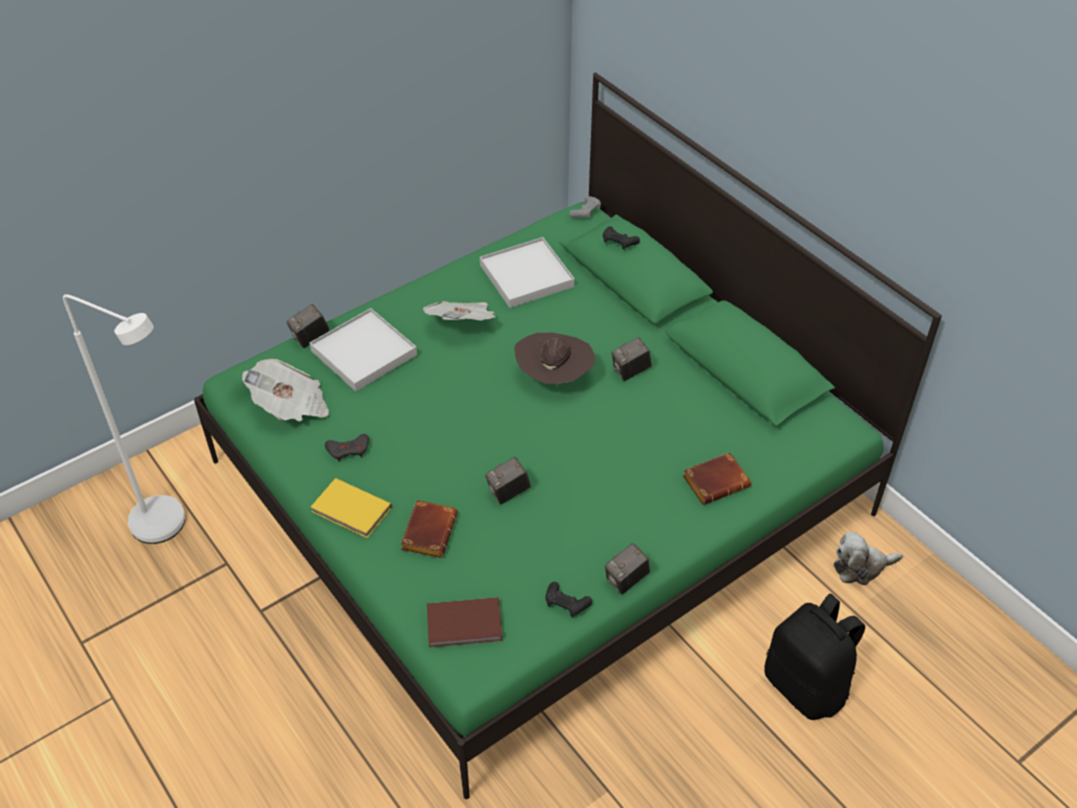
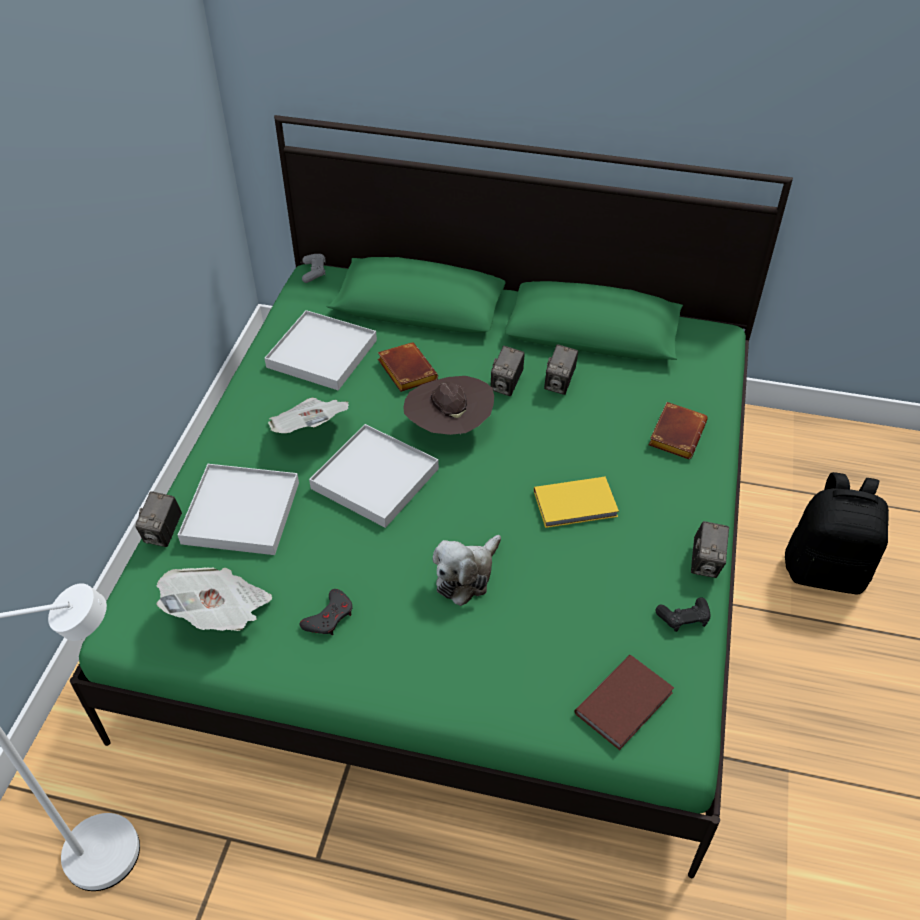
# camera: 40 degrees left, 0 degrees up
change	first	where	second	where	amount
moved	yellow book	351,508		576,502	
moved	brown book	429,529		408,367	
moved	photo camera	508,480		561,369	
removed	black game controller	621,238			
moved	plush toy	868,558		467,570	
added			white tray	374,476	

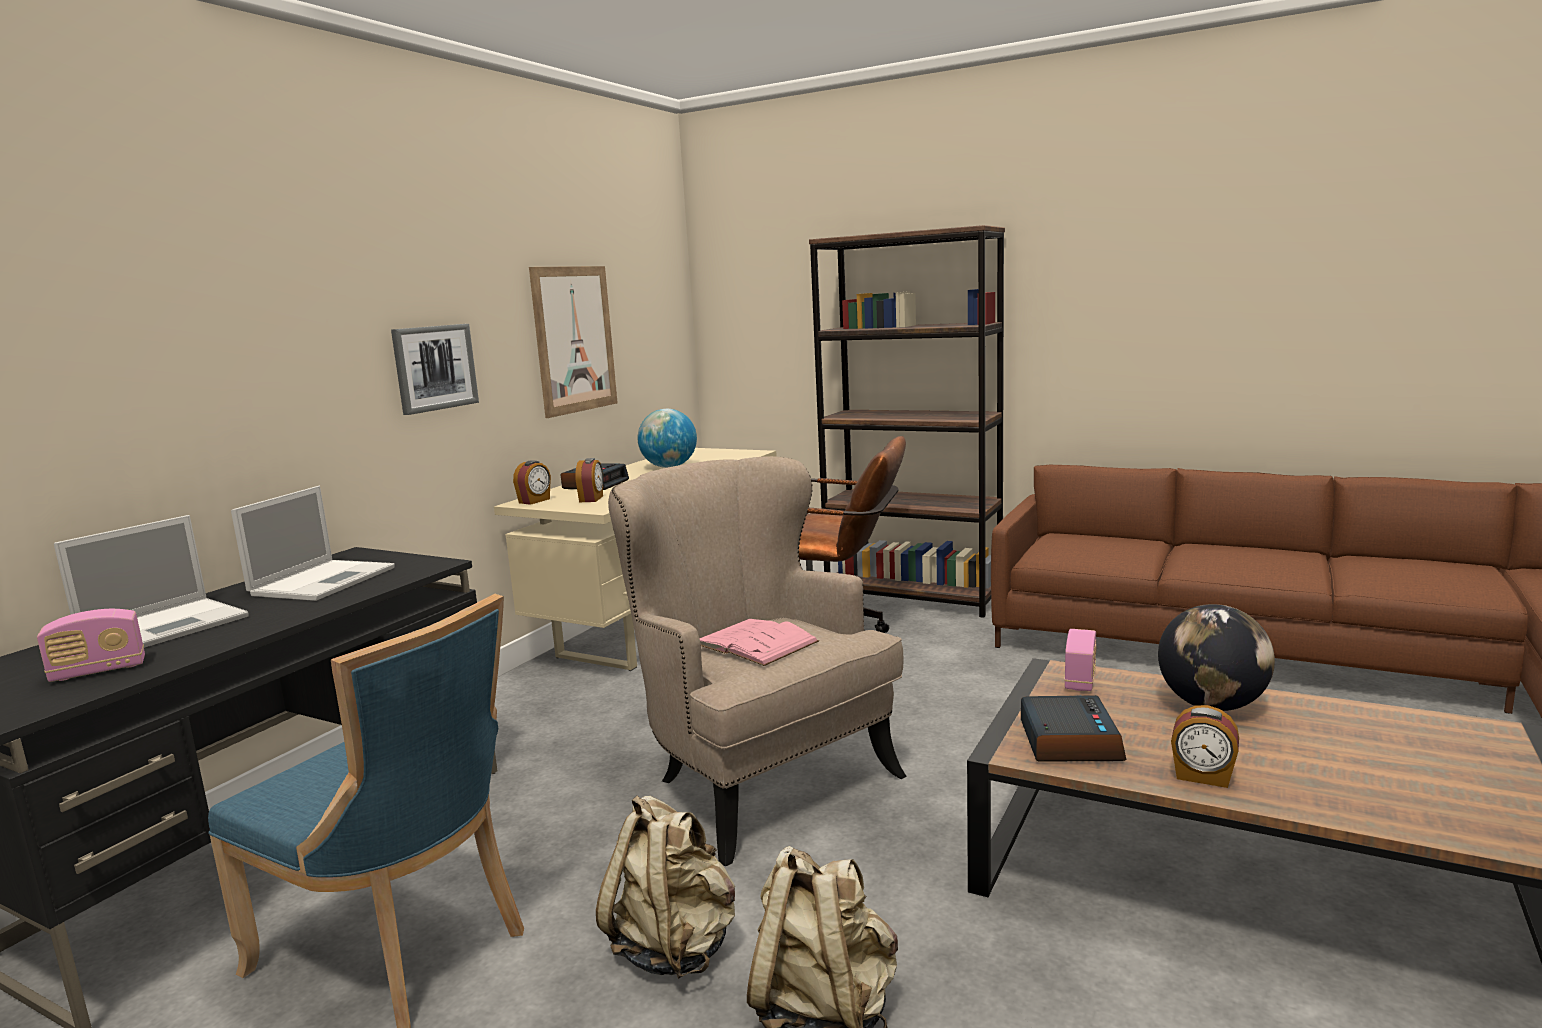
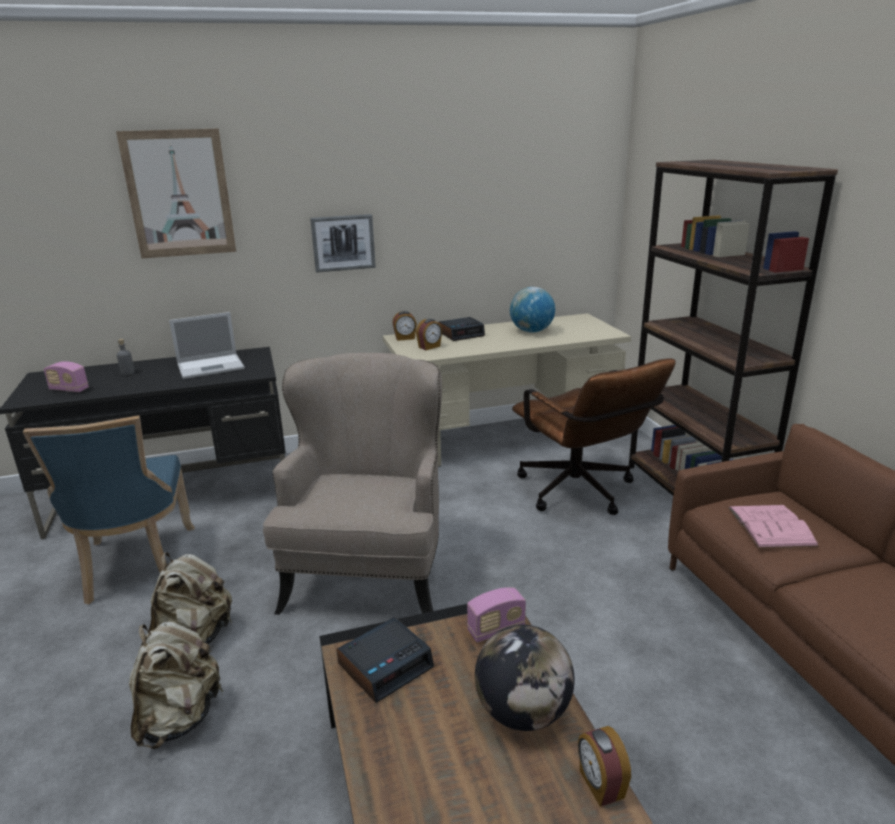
# camera: 45 degrees right, 10 degrees up
change	first	where	second	where	amount
replaced	laptop	151,581	grey bottle	126,357	
moved	picture	573,342		176,193	
moved	pink book	759,642		773,526	
moved	alarm clock	1205,746		604,766	

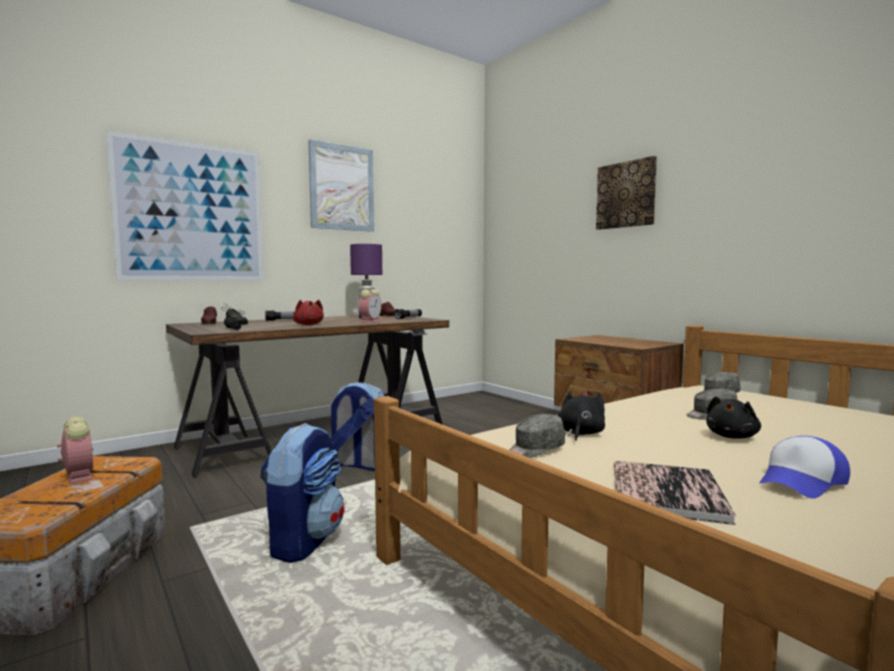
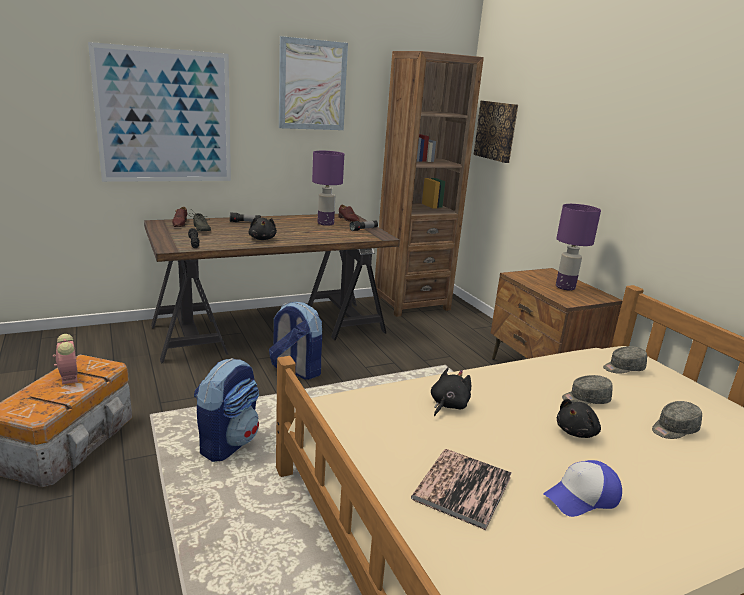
# camera: 10 degrees right, 15 degrees up
change	first	where	second	where	amount
recoloured	red plush toy	308,312	black plush toy	262,229	
removed	alarm clock	370,306			
moved	grey cap	537,436		677,420	
moved	picture	626,193		496,132	
added			brown bookcase	428,184	
added			purple table lamp	578,247	

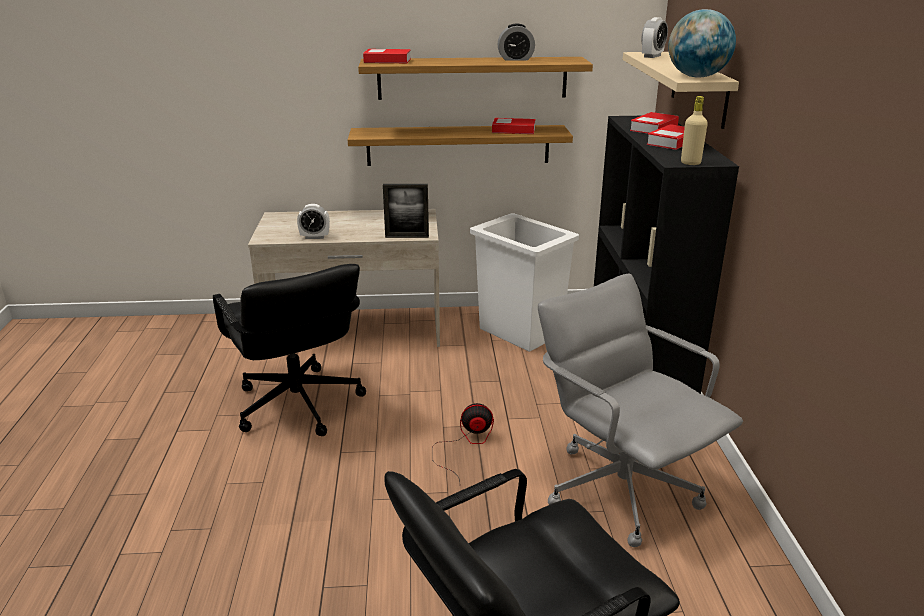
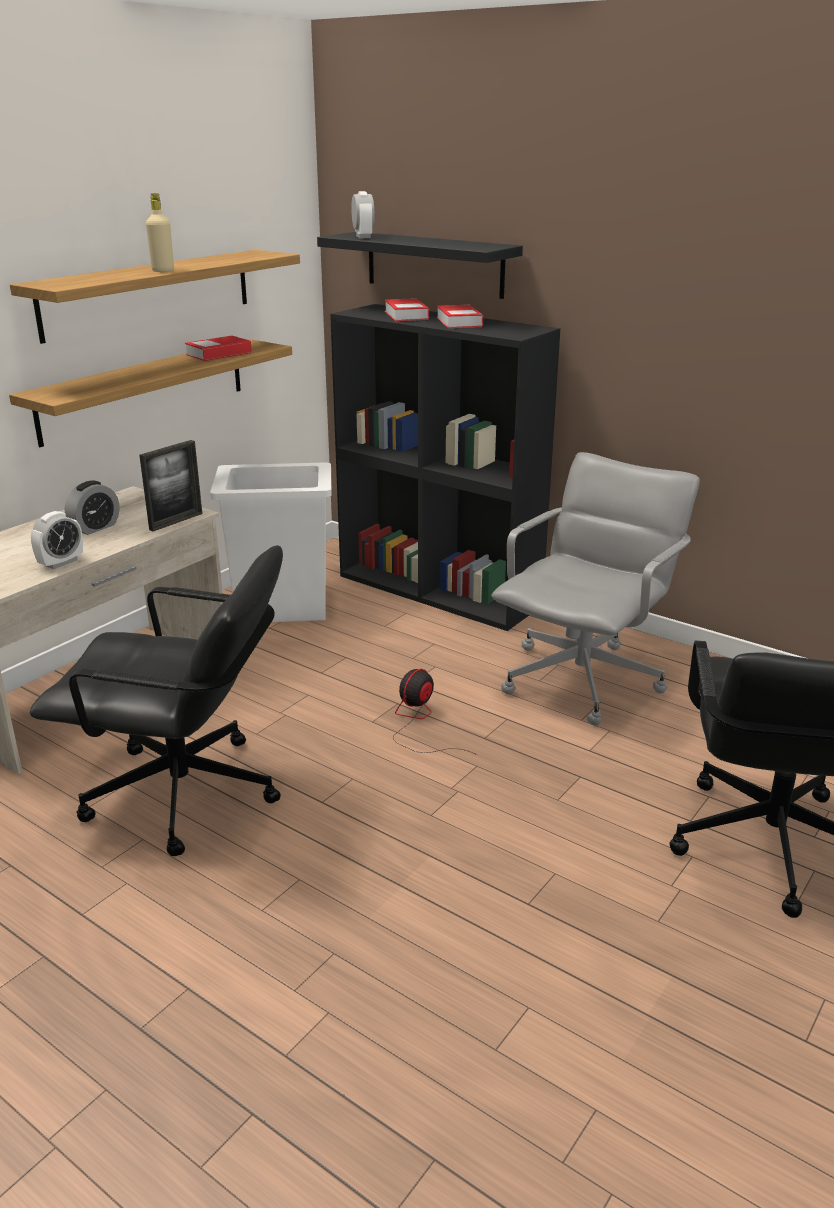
# camera: 50 degrees left, 0 degrees up
change	first	where	second	where	amount
removed	book	387,56			
moved	alarm clock	516,42		92,507	
turned	grey office chair	640,410		596,589	120 degrees clockwise
recoloured	beige shelf	681,90	black shelf	420,265	
removed	globe	702,43			
moved	beige bottle	694,130		160,232	

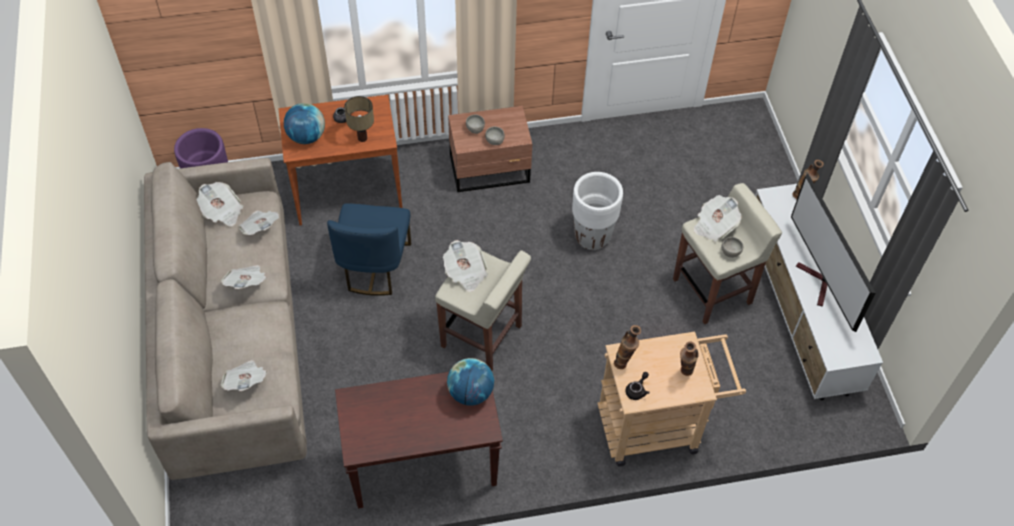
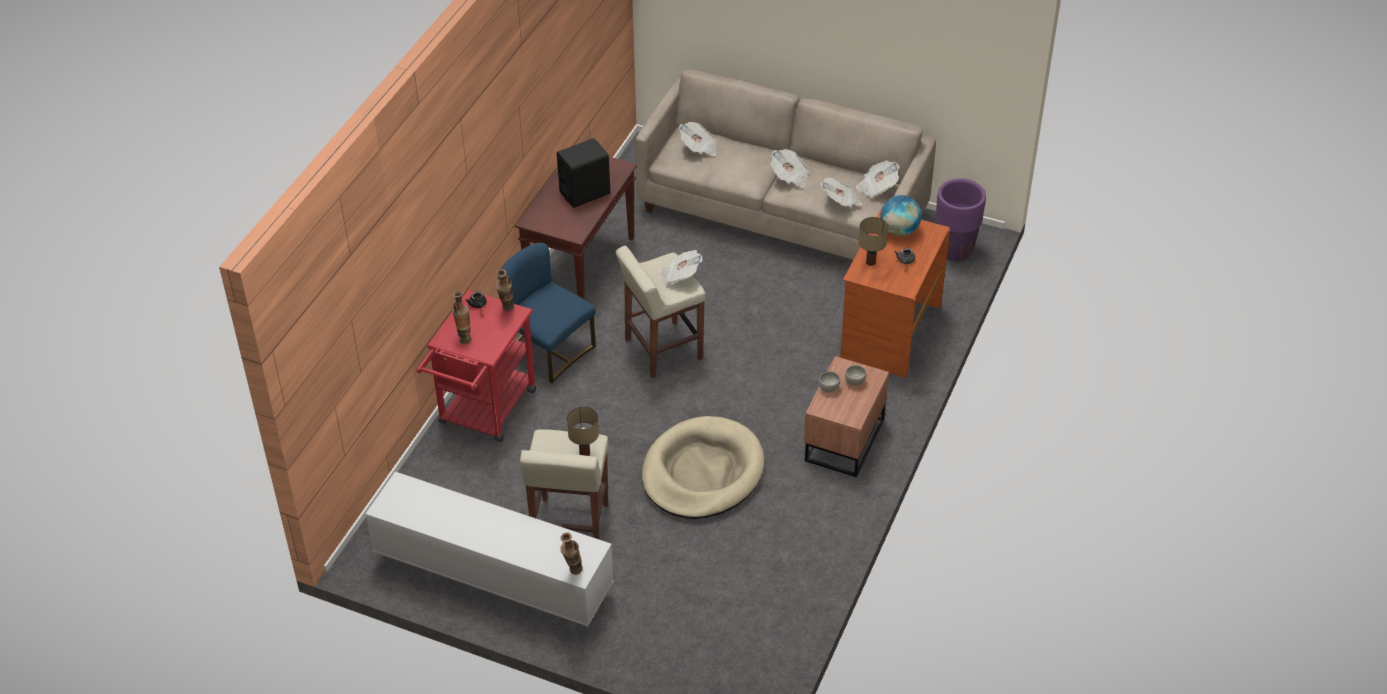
# camera: 125 degrees right, 10 degrees down
change	first	where	second	where	amount
moved	blue chair	369,249		547,313	
removed	globe	470,382			
replaced	white planter	597,211	beige dog bed	703,467	
recoloured	beige cart	671,399	red cart	476,366	
replaced	newspaper	717,218	table lamp	583,431	
removed	grey bowl	732,247			
removed	television	833,253			
added			black speaker	584,173	

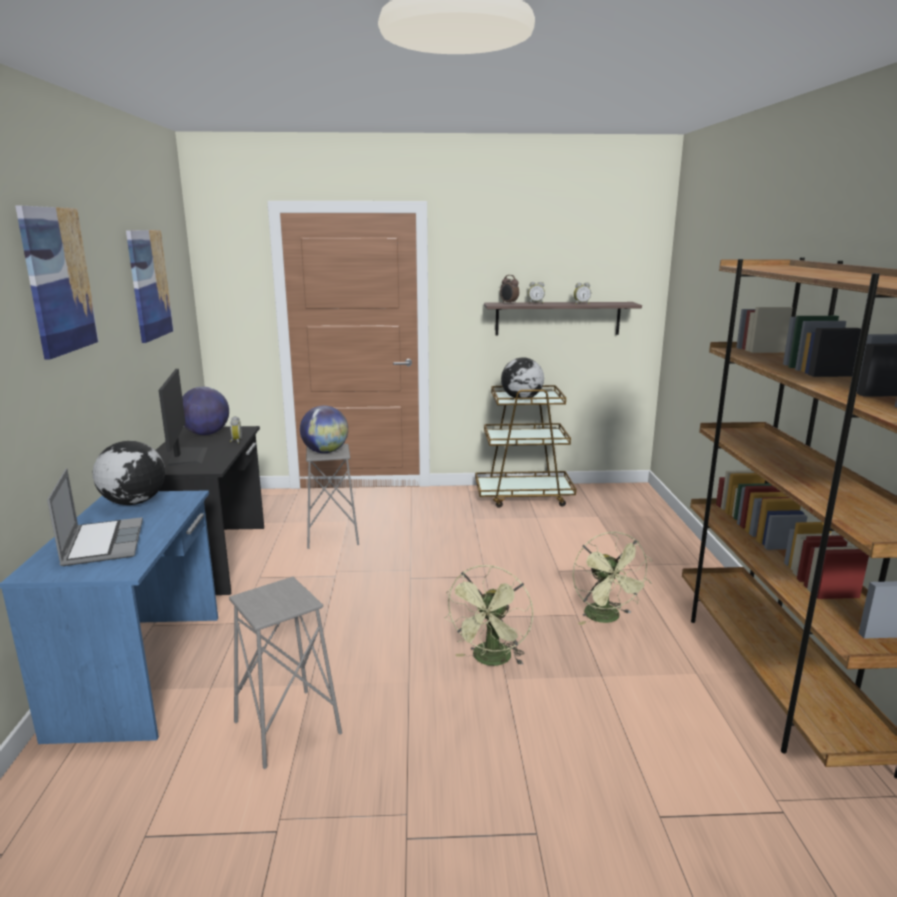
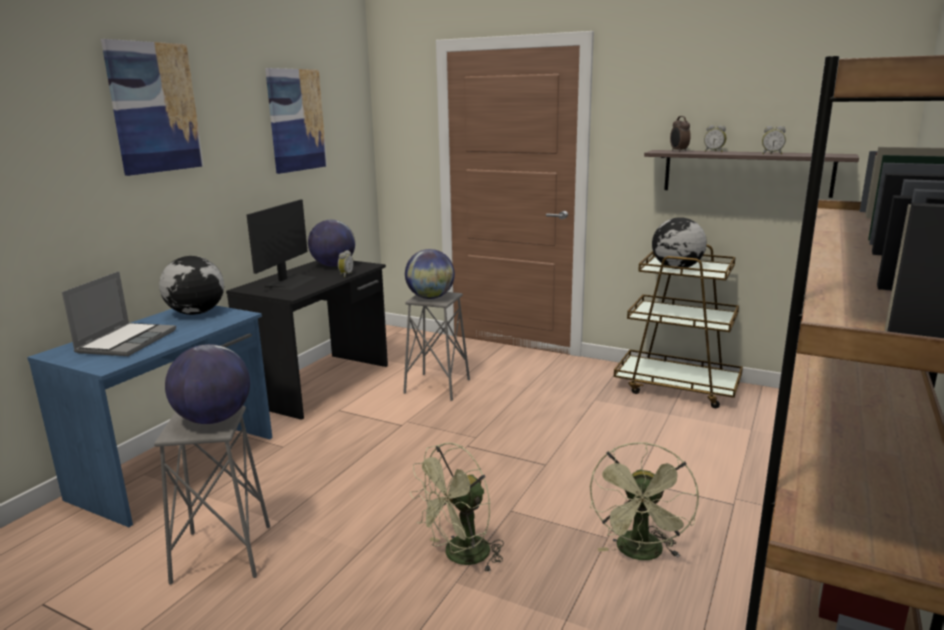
# camera: 30 degrees right, 0 degrees up
change	first	where	second	where	amount
added			globe	207,384	

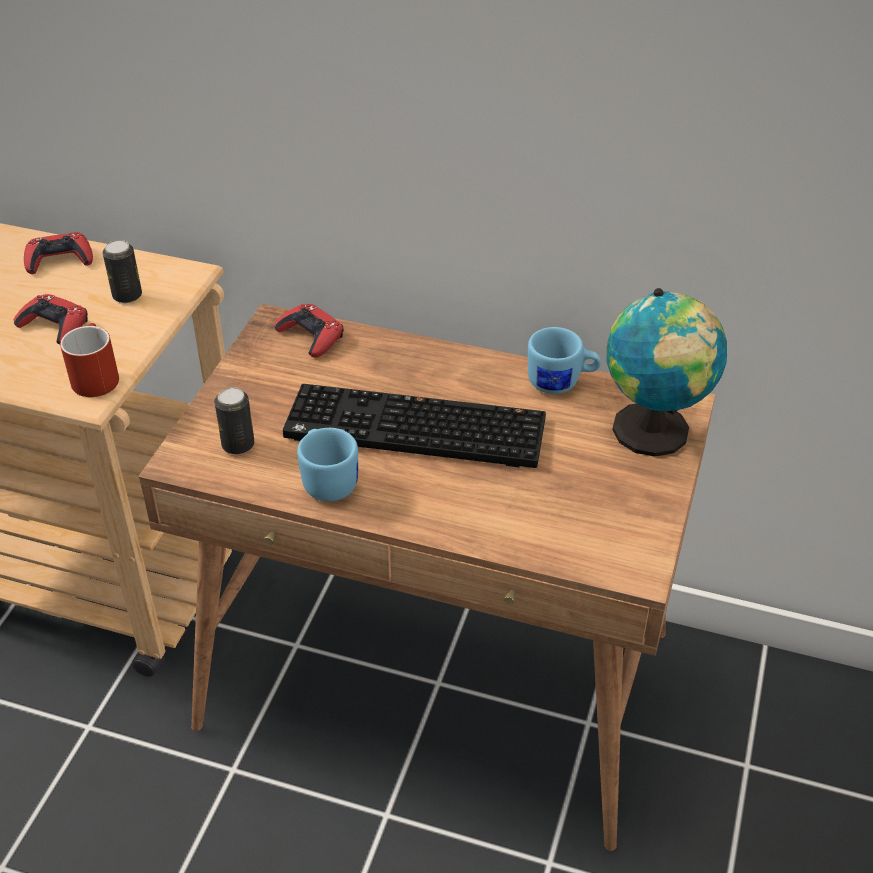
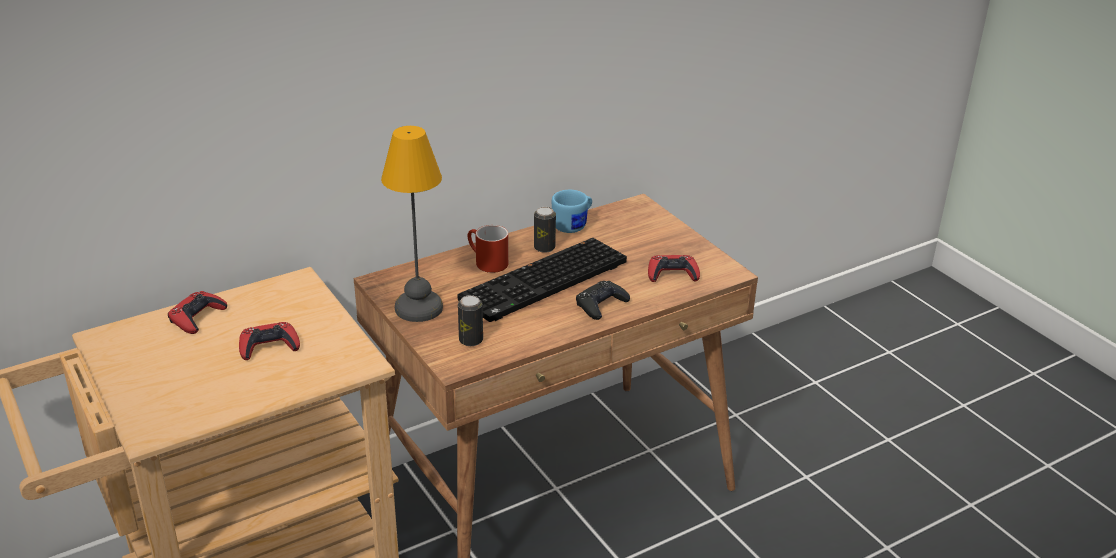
# camera: 50 degrees left, 10 degrees down
change	first	where	second	where	amount
moved	red mug	89,360		488,249	
moved	can	122,271		545,230	
moved	red game controller	309,331		674,268	
removed	blue mug	327,464			
removed	globe	667,372			
added			table lamp	412,224	
added			black game controller	603,300	

